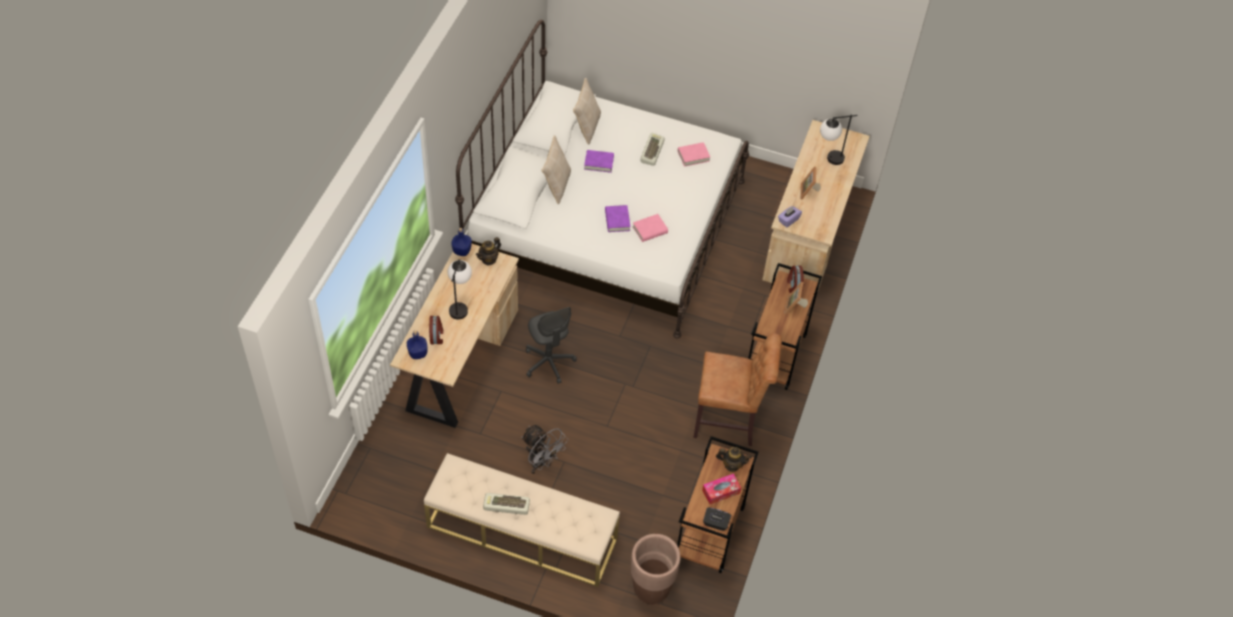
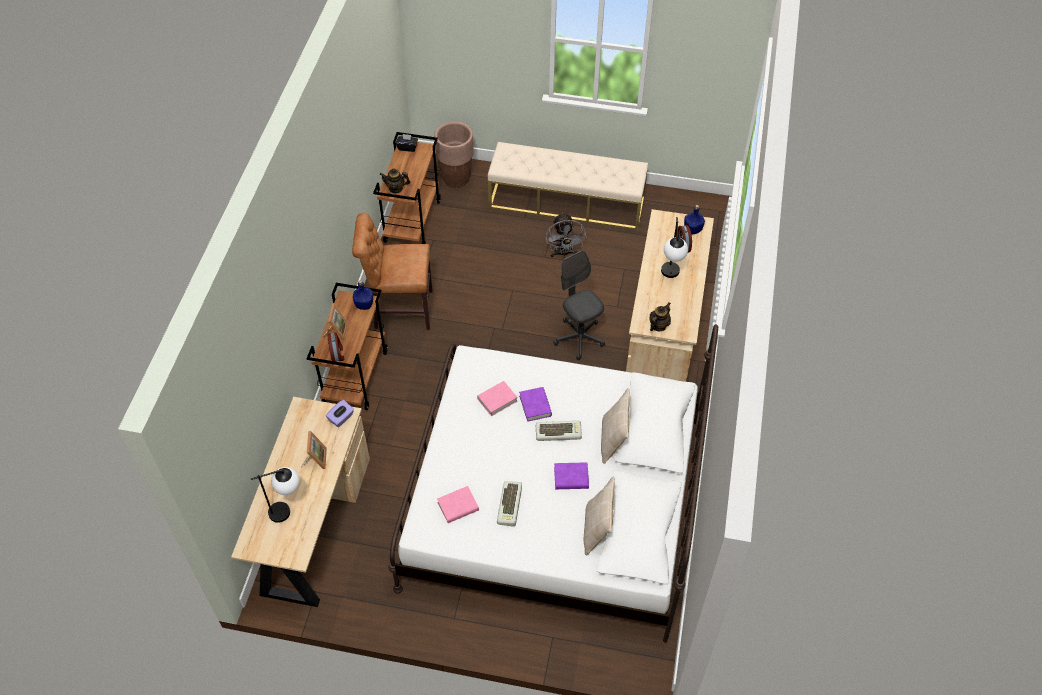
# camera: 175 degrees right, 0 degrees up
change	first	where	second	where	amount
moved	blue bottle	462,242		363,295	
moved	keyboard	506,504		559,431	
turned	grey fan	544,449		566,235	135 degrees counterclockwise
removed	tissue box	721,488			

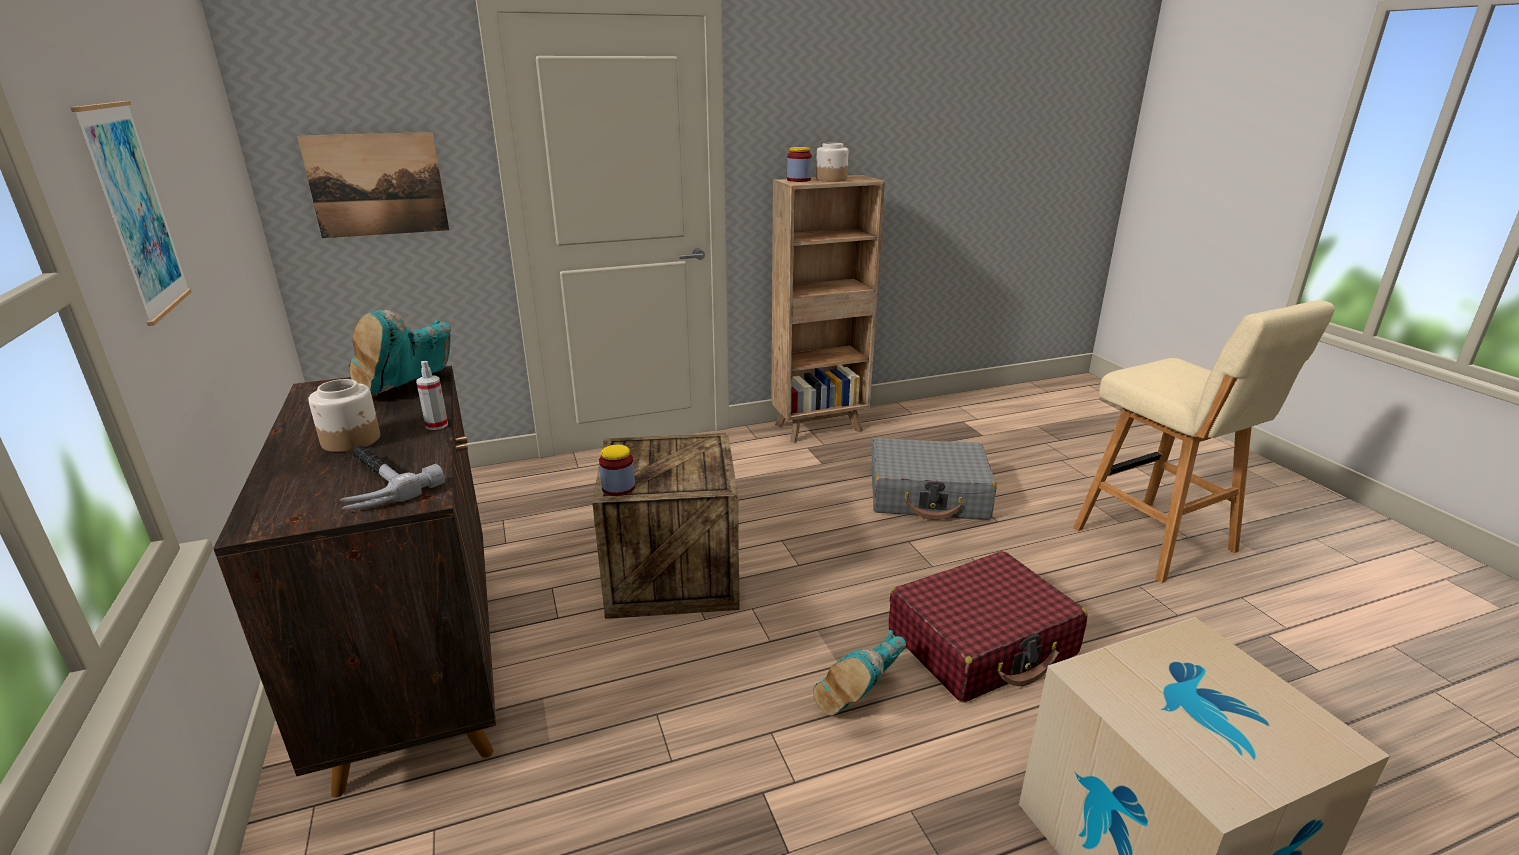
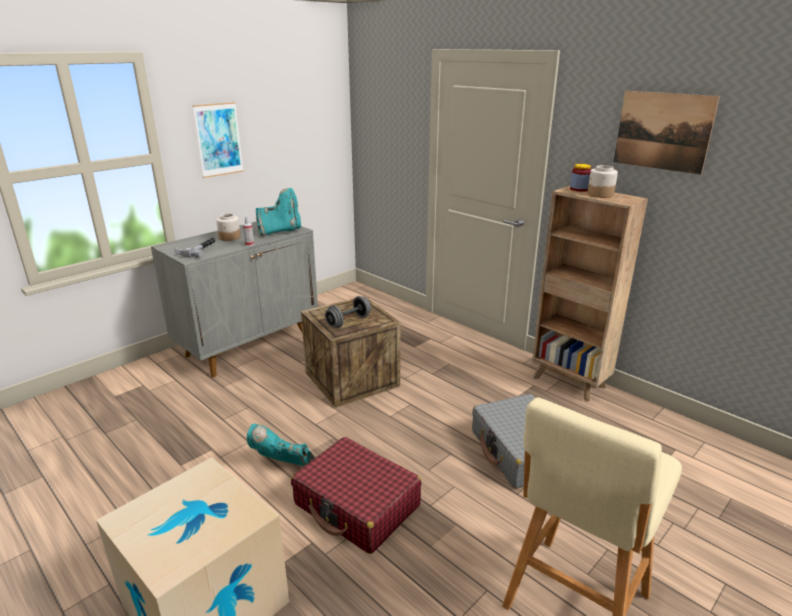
# camera: 65 degrees right, 0 degrees up
change	first	where	second	where	amount
recoloured	brown cabinet	354,582	grey cabinet	234,299	
moved	picture	373,185		667,133	
turned	turquoise boot	400,352		278,212	150 degrees clockwise
removed	jar	617,470			
added			grey dumbbell	348,312	

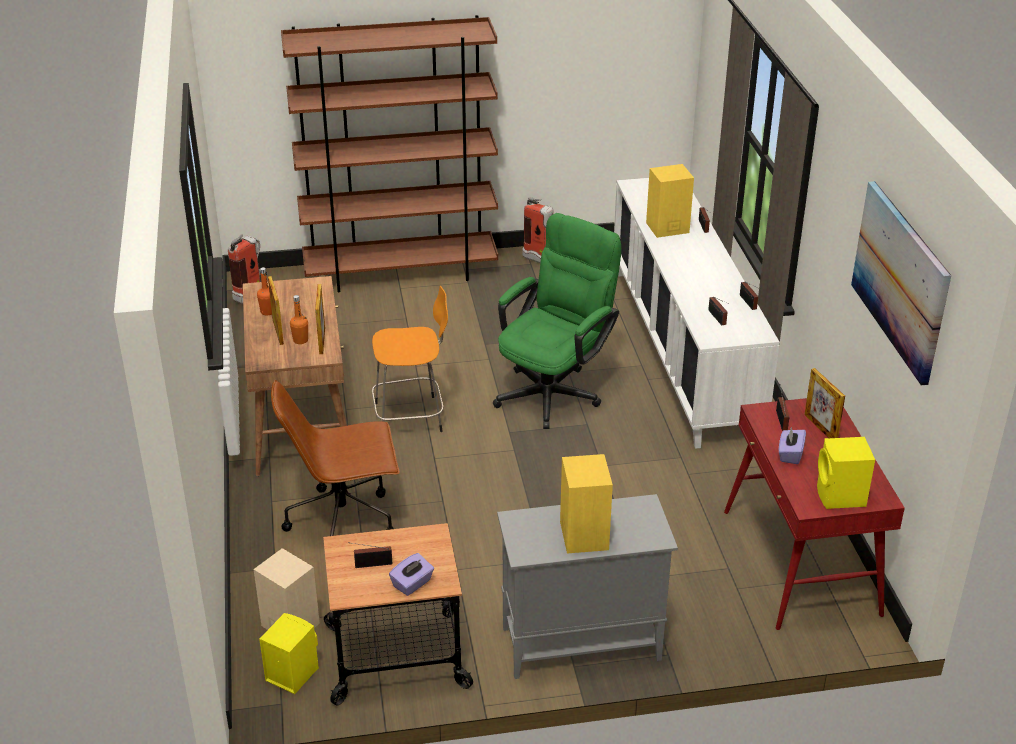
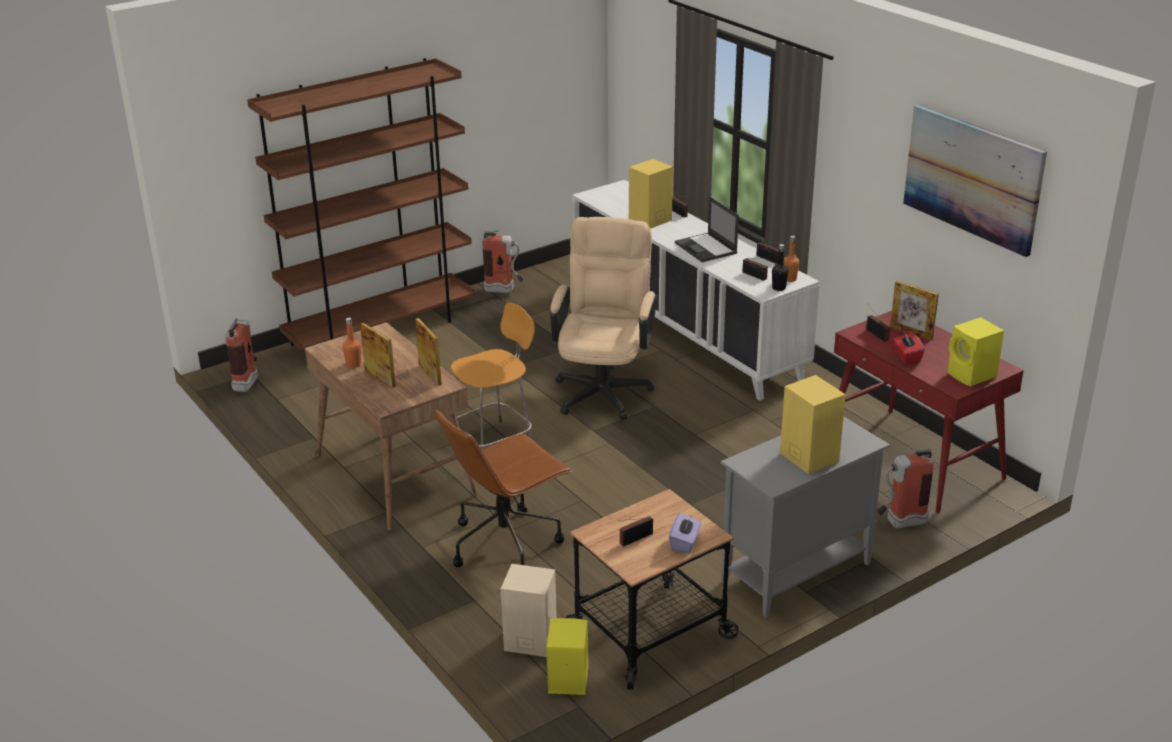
# camera: 25 degrees left, 5 degrees down
change	first	where	second	where	amount
moved	orange bottle	299,319		791,259	
recoloured	green office chair	557,321	beige office chair	603,318	
recoloured	purple tissue box	792,445	red tissue box	909,347	
added			laptop	707,229	
added			black bottle	780,267	
added			fire extinguisher	905,488	

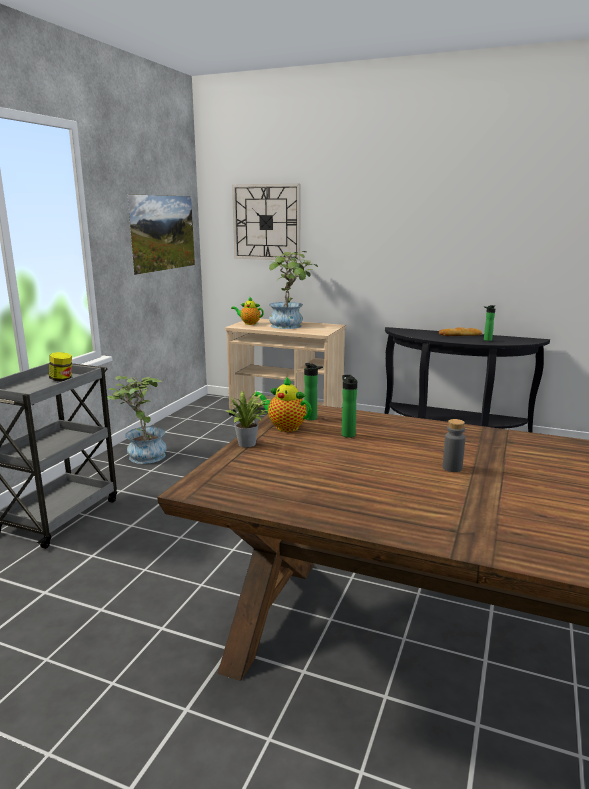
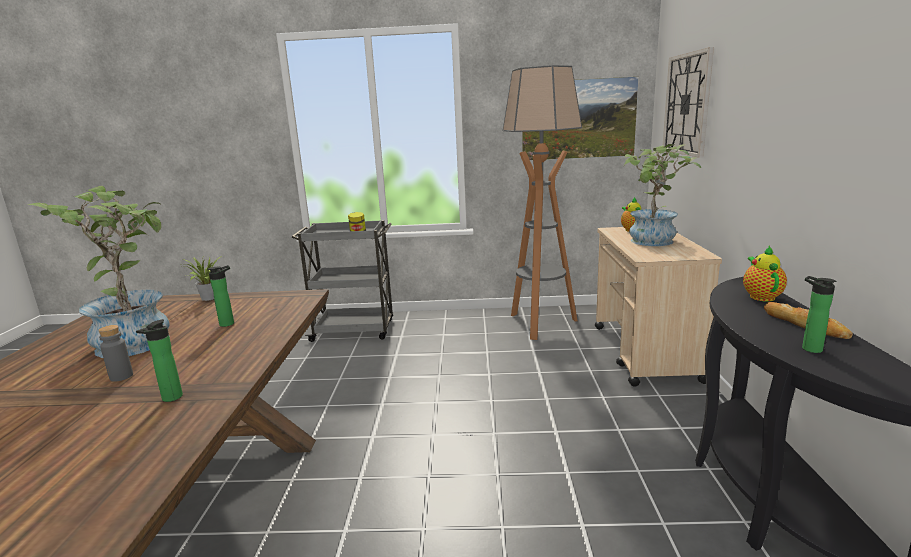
# camera: 70 degrees right, 0 degrees up
change	first	where	second	where	amount
moved	potted plant	137,420		99,272	
moved	teapot	282,404		765,274	
moved	bottle	313,391		159,360	
added			floor lamp	542,202	

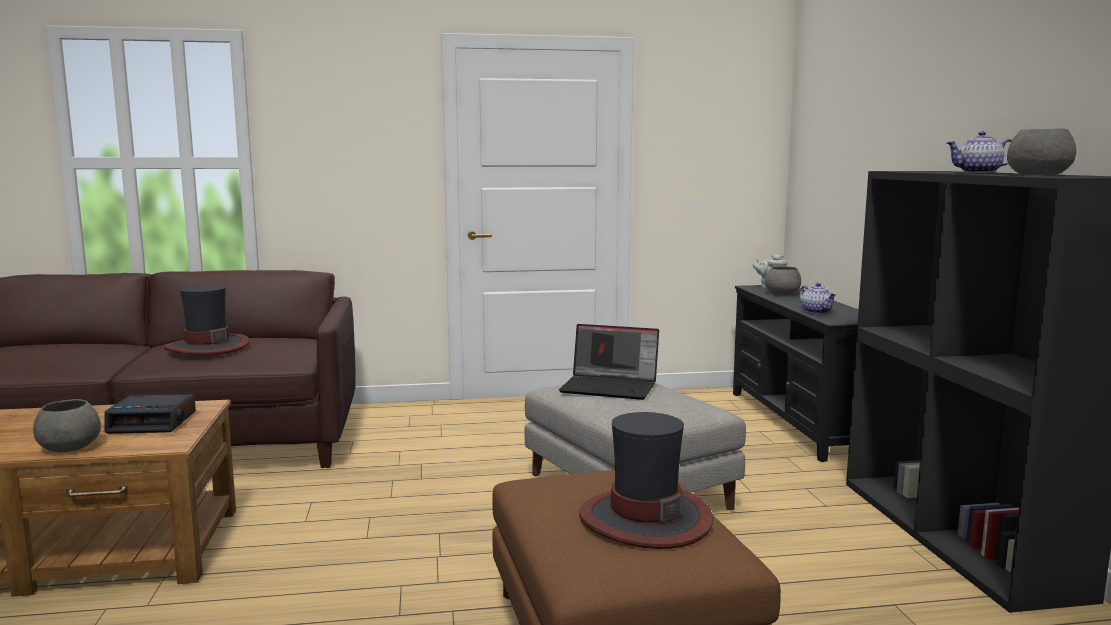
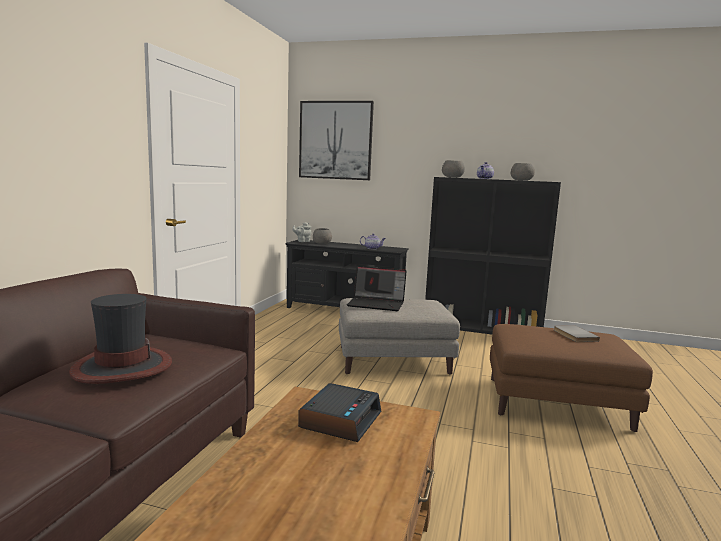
# camera: 65 degrees left, 0 degrees up
change	first	where	second	where	amount
moved	grey bowl	67,425		453,169	
turned	laptop	609,362		377,288	60 degrees clockwise
replaced	hat	646,480	grey book	577,333	
added			picture	336,140	

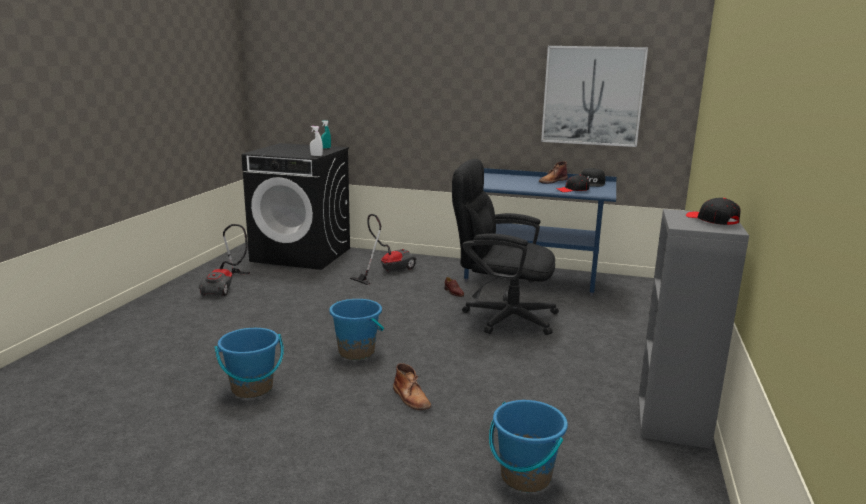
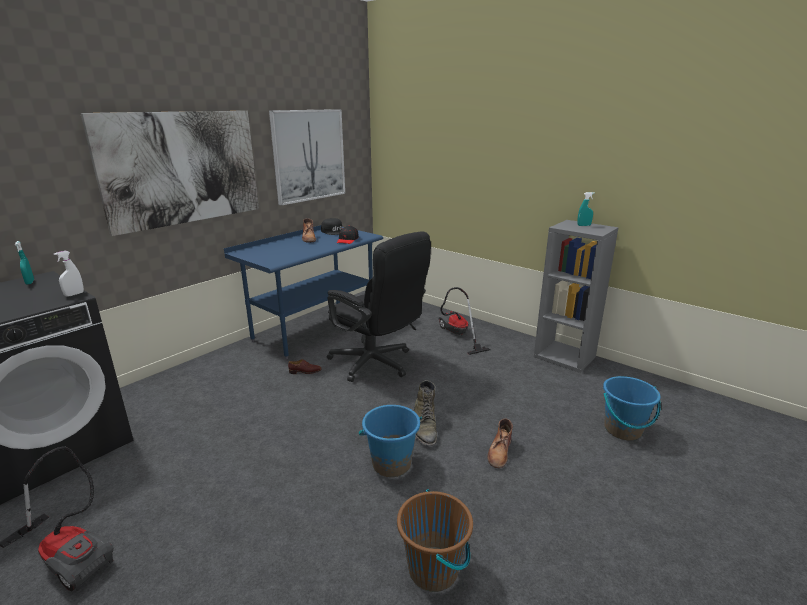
# camera: 65 degrees left, 5 degrees up
change	first	where	second	where	amount
recoloured	blue bucket	249,363	brown bucket	435,540	
moved	vacuum cleaner	383,249		464,321	
turned	brown boot	412,386		500,443	120 degrees clockwise
turned	black office chair	505,246		379,306	90 degrees counterclockwise
replaced	black cap	713,211	turquoise spray bottle	586,209	
added			picture	169,173	
added			green boot	425,413	

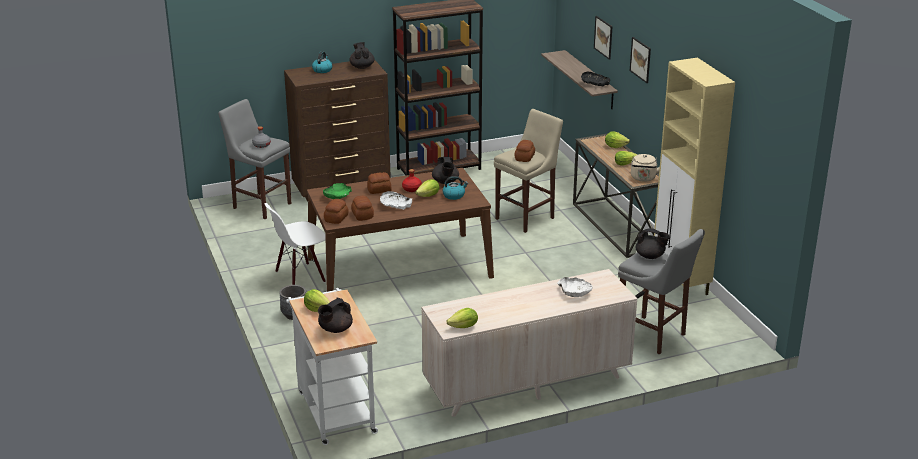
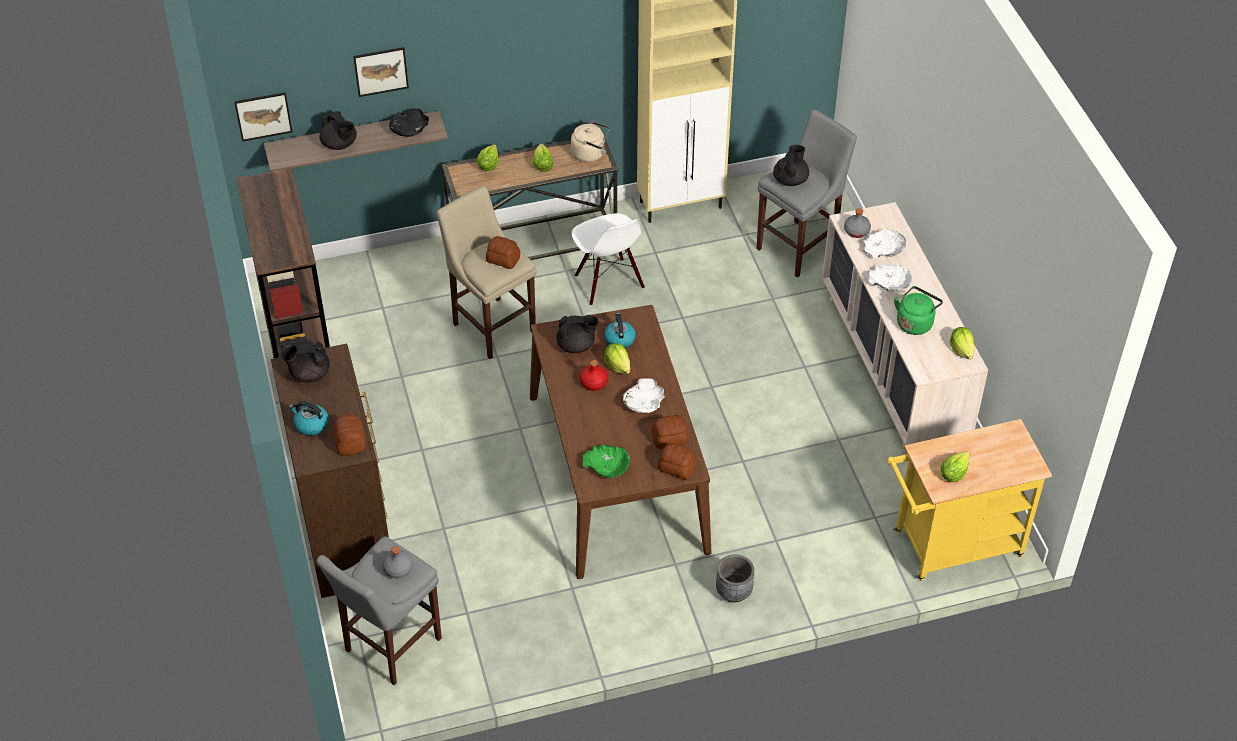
# camera: 85 degrees left, 20 degrees up
change	first	where	second	where	amount
moved	white chair	295,244		608,259	
recoloured	white cart	332,366	yellow cart	969,500	
moved	black teapot	335,315		338,130	
moved	bread	379,183		349,435	
moved	picture	640,60		263,117	
added			grey bottle	857,223	
added			white bowl	890,278	
added			green kettle	918,310	

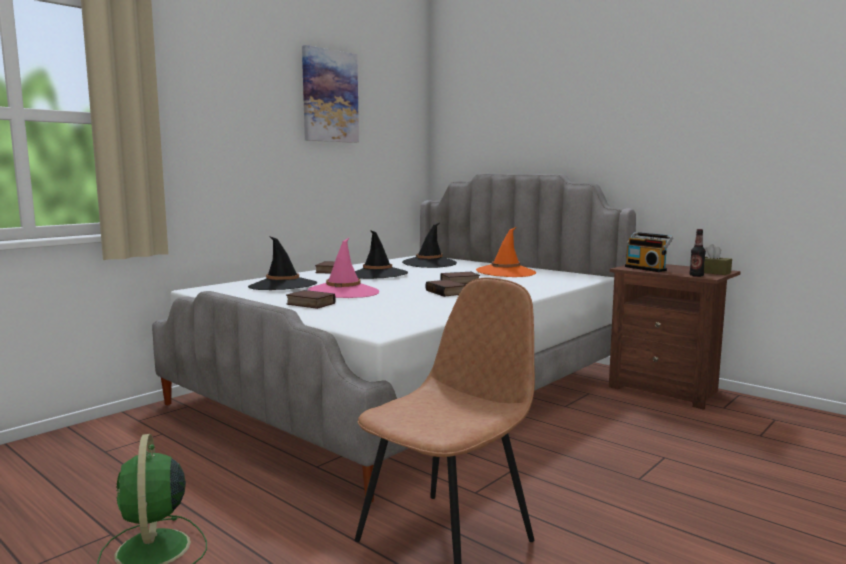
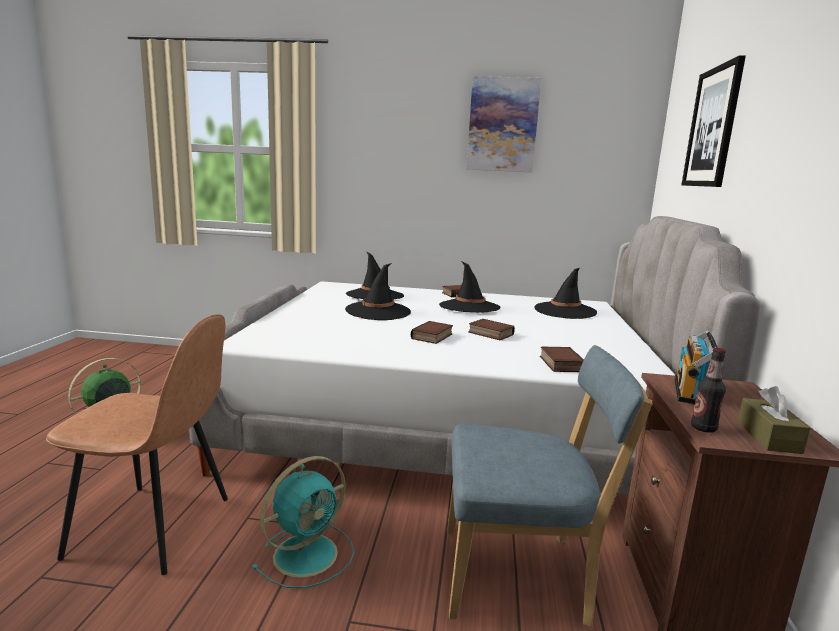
# camera: 55 degrees right, 5 degrees up
change	first	where	second	where	amount
moved	book	311,299		562,359	
recoloured	pink hat	343,268	black hat	378,291	
removed	orange hat	506,252			
added			turquoise fan	303,522	
added			blue chair	549,486	
added			picture	713,121	

